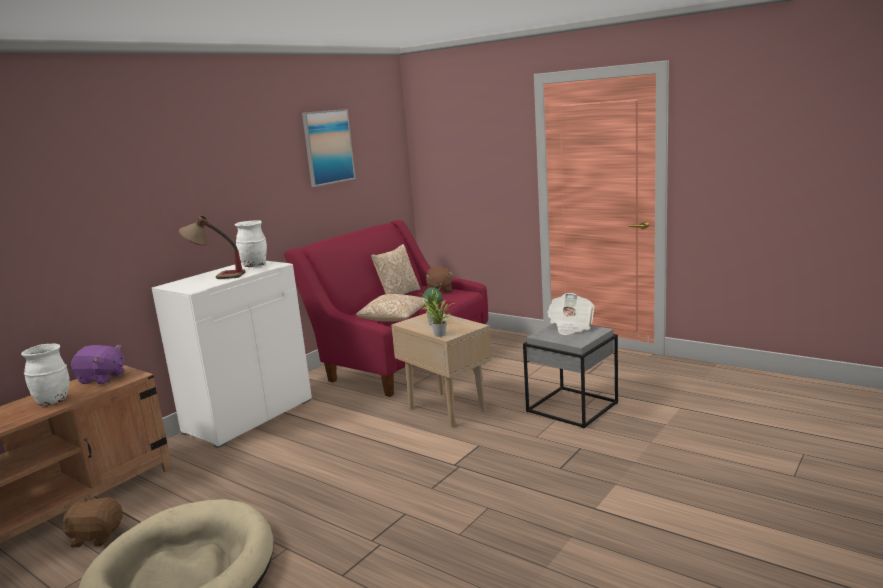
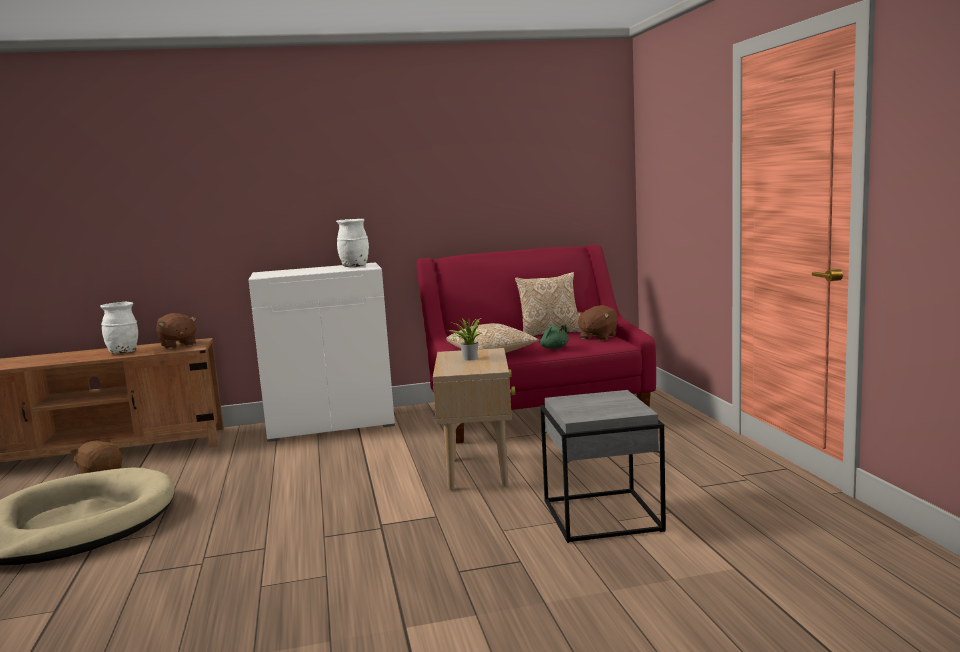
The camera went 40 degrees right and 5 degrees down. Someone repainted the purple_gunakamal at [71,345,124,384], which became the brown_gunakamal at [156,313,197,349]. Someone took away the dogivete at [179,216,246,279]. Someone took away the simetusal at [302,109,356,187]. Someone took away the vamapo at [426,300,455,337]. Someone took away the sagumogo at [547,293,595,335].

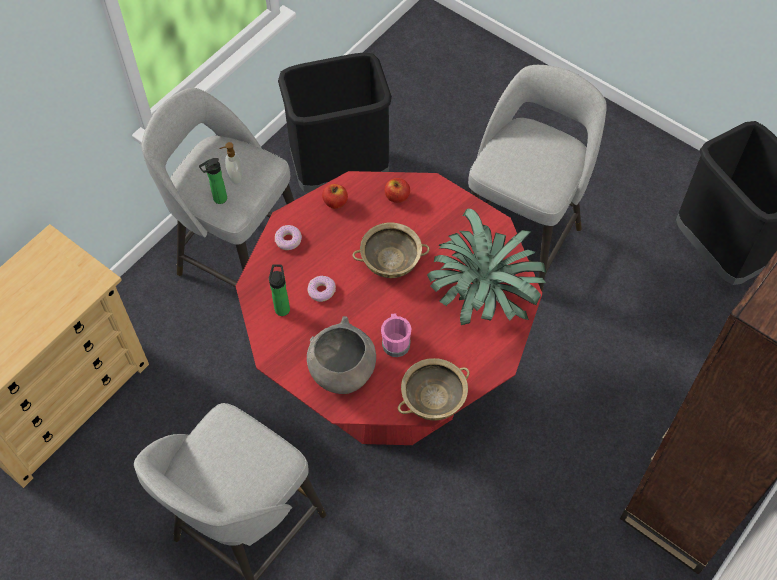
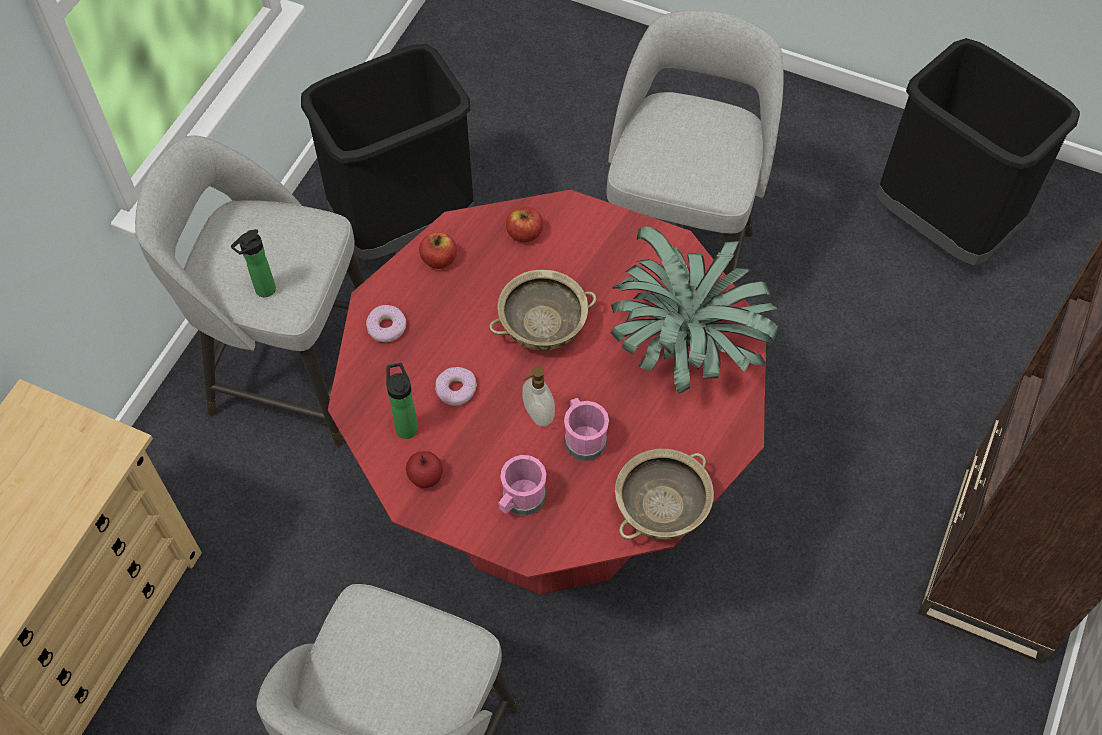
The camera went 15 degrees left and 0 degrees up. Someone put down the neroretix at [406,451,443,488]. Someone swapped the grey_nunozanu at [307,316,376,394] for the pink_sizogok at [499,455,546,516]. Someone carried the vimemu from [220,142,243,185] to [522,366,555,426].

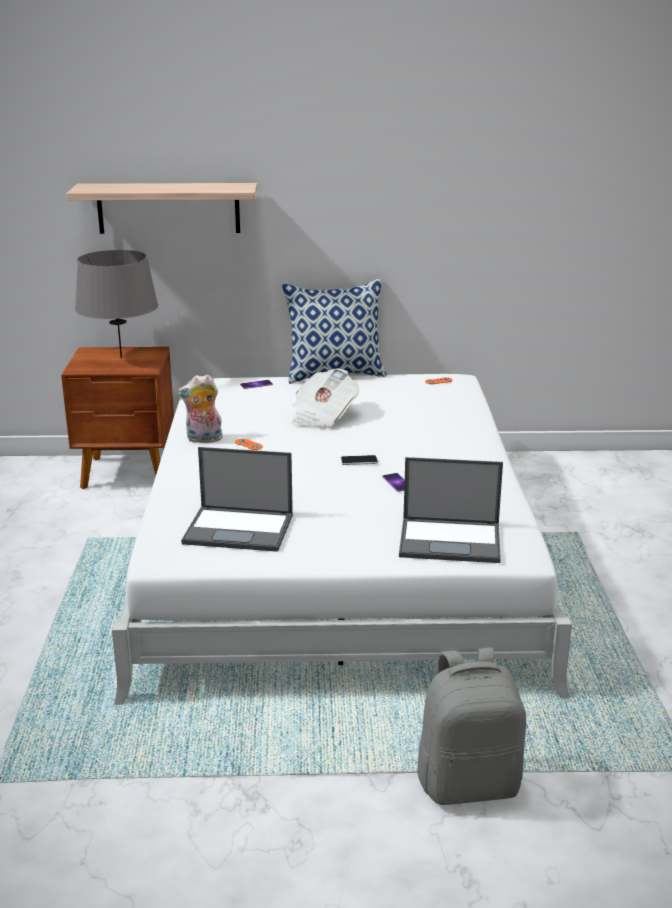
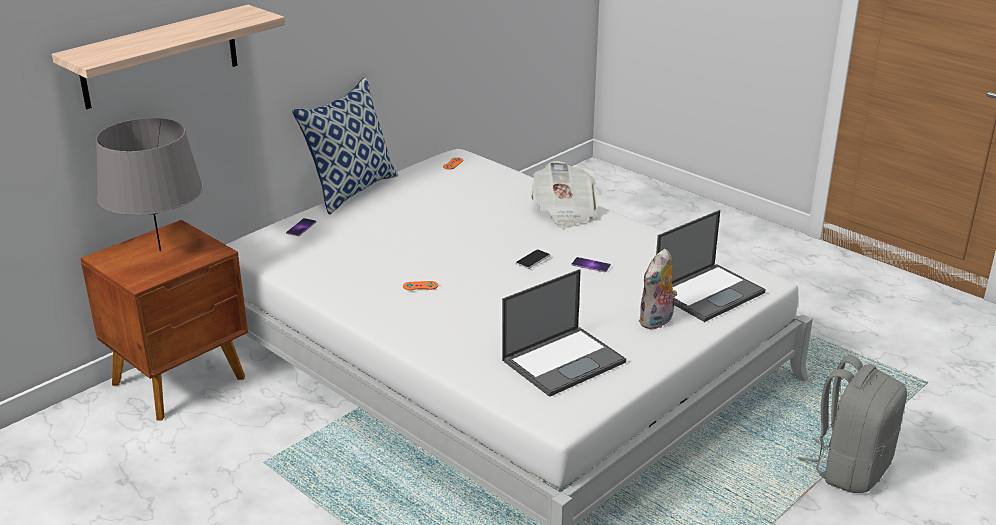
The camera went 45 degrees left and 5 degrees up. Someone carried the sagumogo from [292,368,359,427] to [531,161,597,229]. Someone carried the gunakamal from [178,374,223,443] to [638,249,677,330].

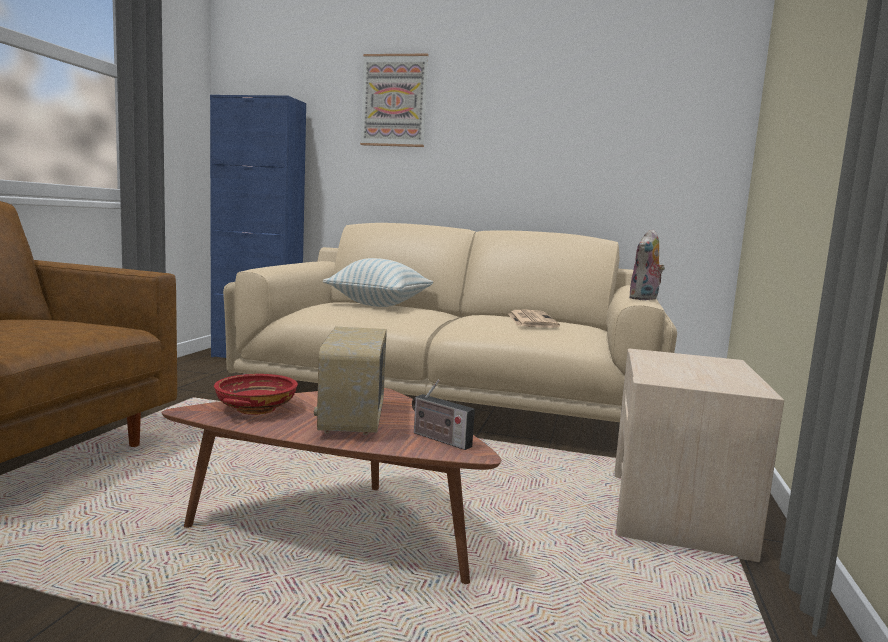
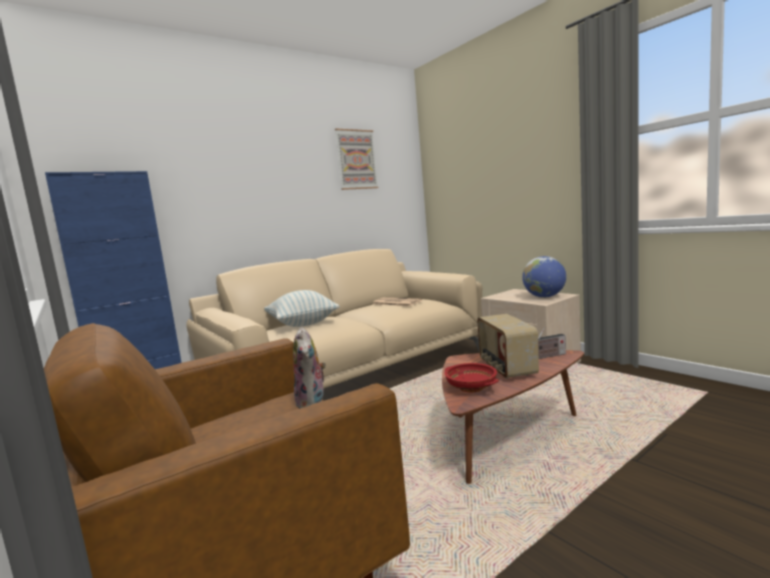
The camera went 50 degrees left and 0 degrees up. Someone carried the gunakamal from [630,230,665,300] to [293,327,326,409]. Someone carried the simetusal from [360,54,429,147] to [335,129,379,190]. Someone rotated the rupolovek at [314,327,386,435] by 45 degrees clockwise. Someone put down the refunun at [522,256,566,298].

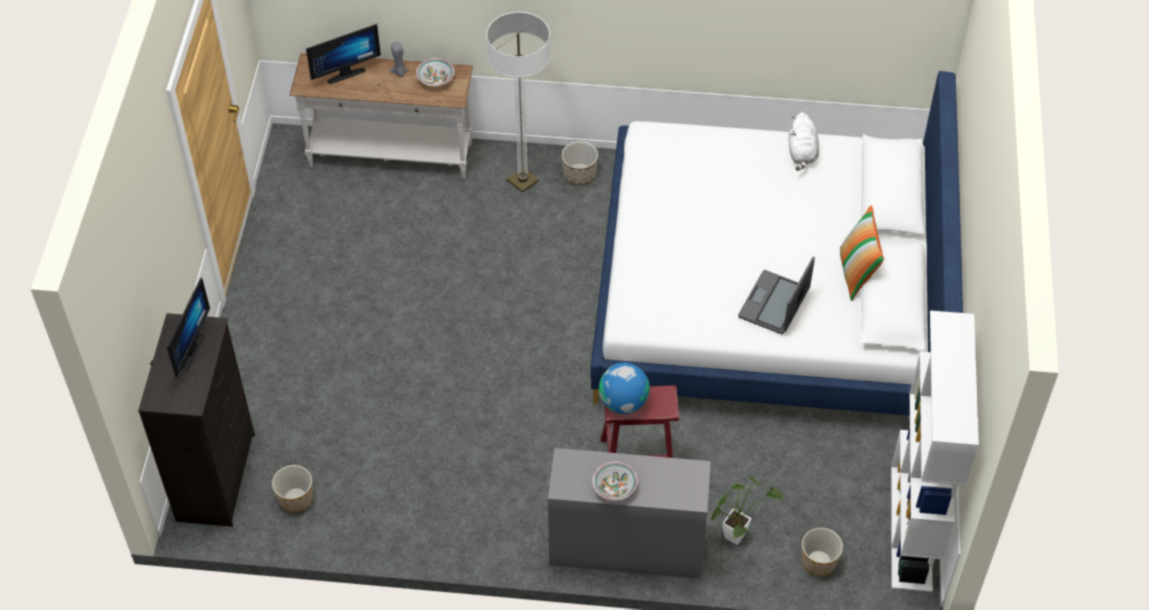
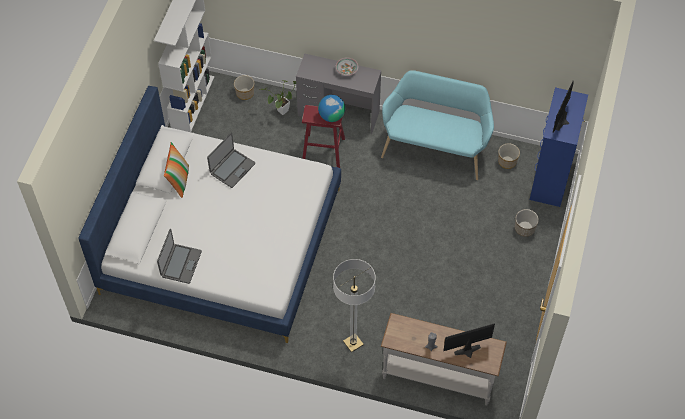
The camera went 170 degrees left and 5 degrees up. Someone swapped the white_gunakamal at [789,112,819,171] for the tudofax at [157,229,202,284]. Someone put down the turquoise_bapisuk at [381,70,494,180]. Someone carried the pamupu from [562,141,598,185] to [515,209,539,237]. Someone repainted the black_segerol at [138,313,255,527], which became the blue_segerol at [530,87,588,207]. Someone took away the nunozanu at [416,58,455,86].

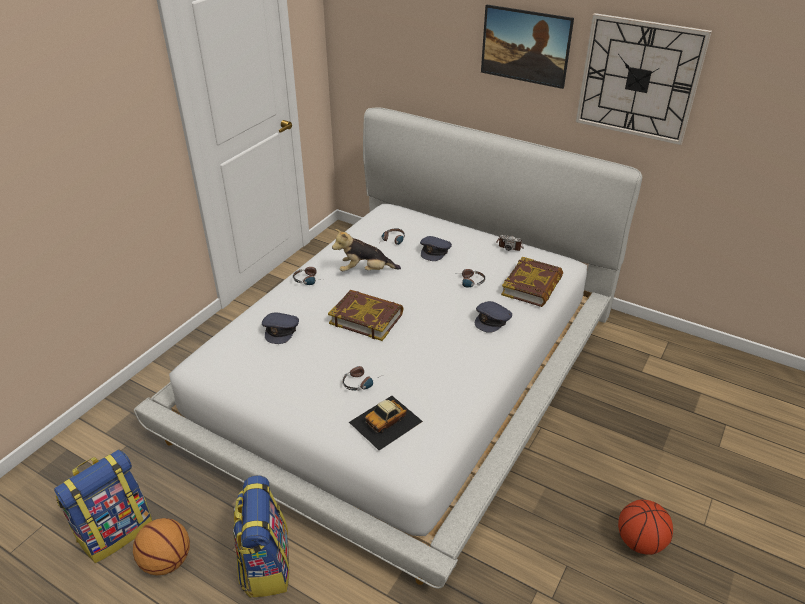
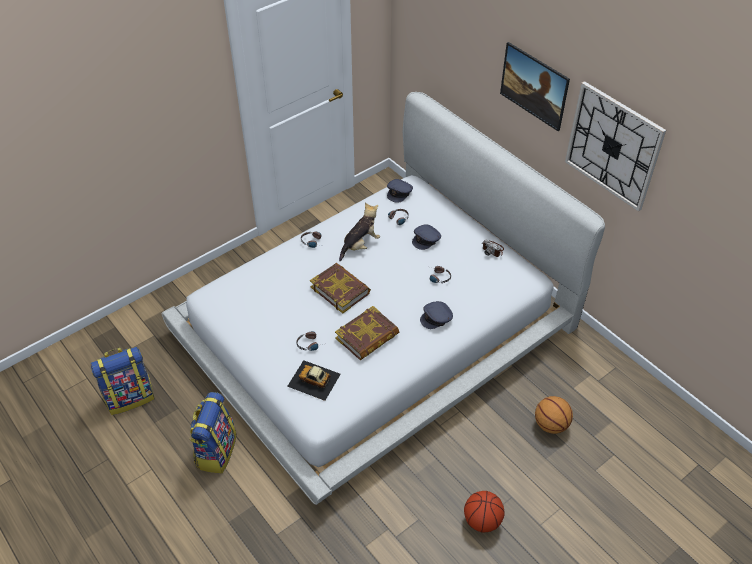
The camera went 20 degrees right and 10 degrees up. Someone rotated the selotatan at [349,396,423,450] by 45 degrees clockwise. Someone carried the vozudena from [501,257,563,307] to [335,306,399,360]. Someone rotated the gunakamal at [332,229,401,271] by 120 degrees clockwise. Someone carried the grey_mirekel from [262,313,299,344] to [387,179,413,203]. Someone carried the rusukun from [133,518,190,575] to [535,396,573,434].

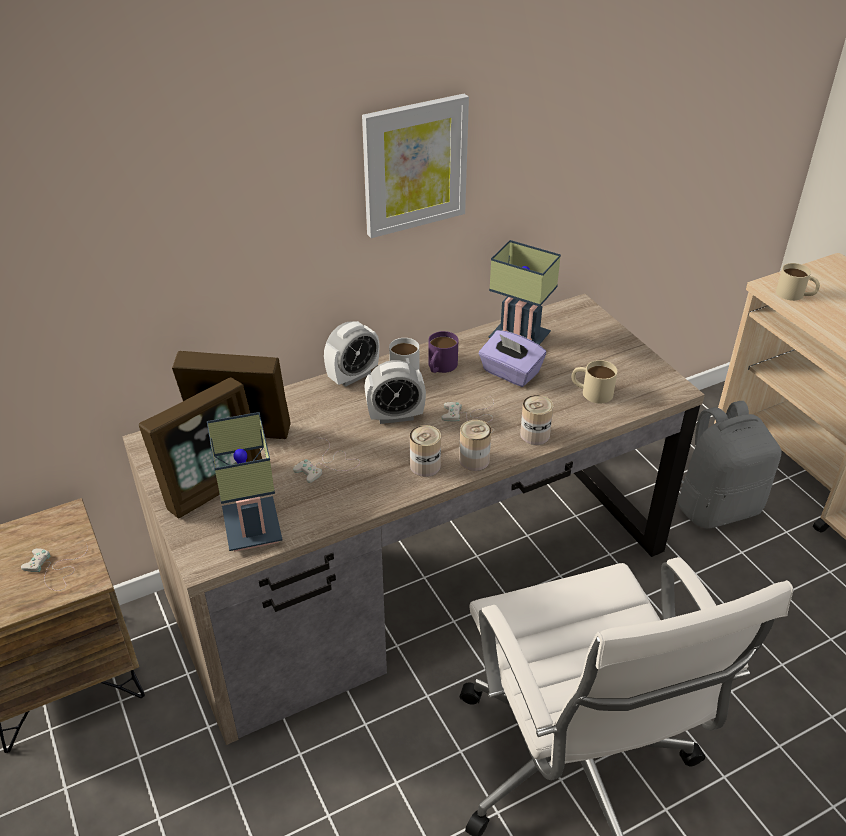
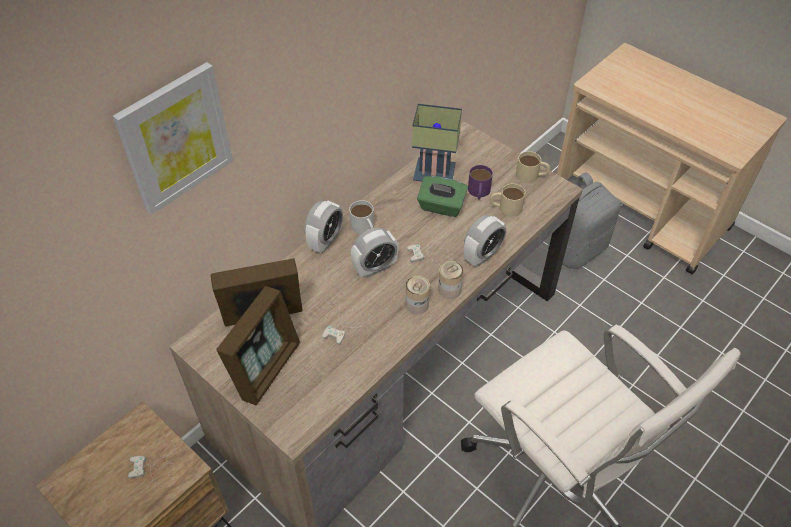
The camera went 20 degrees left and 10 degrees up. Someone carried the simetusal from [362,94,469,238] to [113,62,233,215]. Someone repainted the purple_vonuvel at [479,330,546,387], which became the green_vonuvel at [417,176,468,217]. Someone swapped the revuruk at [520,395,553,445] for the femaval at [464,215,506,266]. Someone carried the purple_sizogok from [428,331,458,373] to [468,165,493,200]. Someone carried the beige_sizogok from [776,263,820,301] to [516,151,550,183]. Someone took away the dogivete at [207,412,283,552].

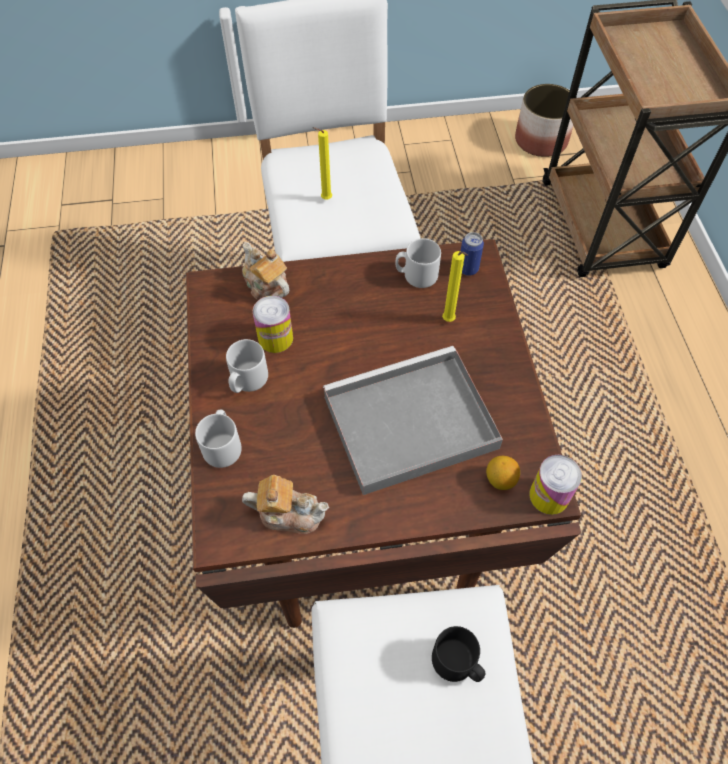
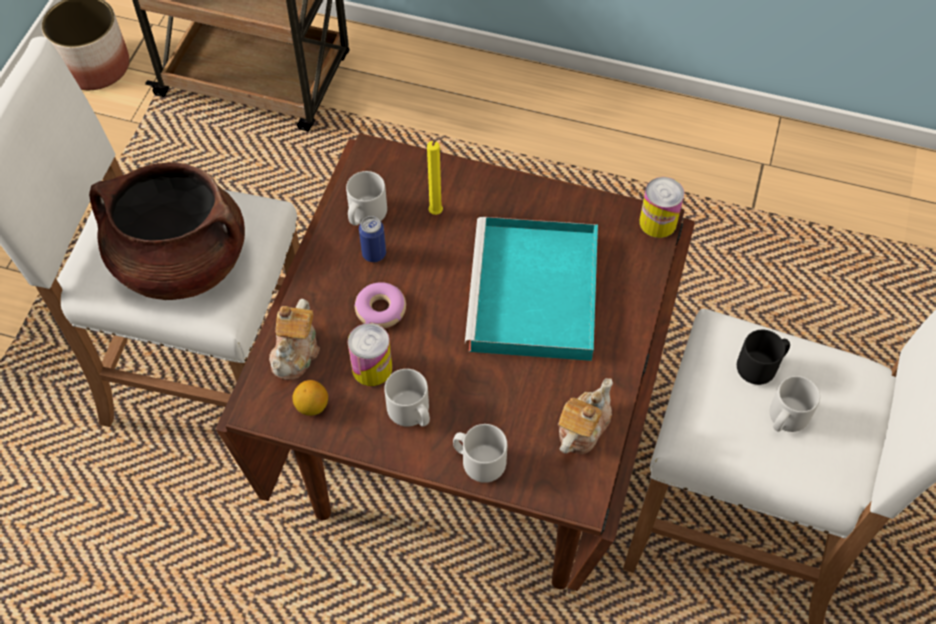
The camera went 65 degrees left and 0 degrees up. Someone swapped the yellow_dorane at [313,127,332,199] for the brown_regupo at [89,162,245,300]. Someone rotated the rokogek at [242,242,289,300] by 60 degrees counterclockwise. Someone carried the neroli from [486,456,520,490] to [292,380,328,416]. Someone put down the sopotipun at [354,282,406,328]. Someone carried the revuruk from [460,232,484,276] to [359,216,386,262]. Someone repainted the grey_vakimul at [323,346,503,495], which became the turquoise_vakimul at [465,217,598,361]. Someone put down the grey_sizogok at [769,376,820,432].

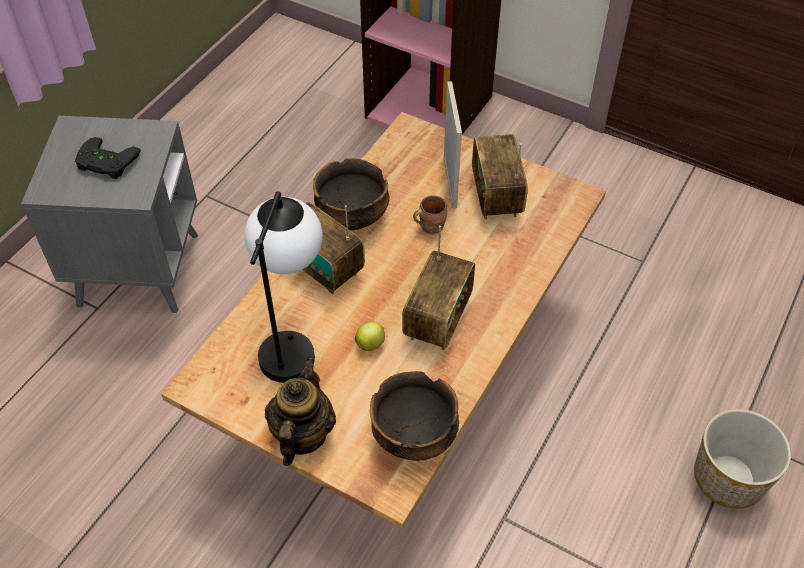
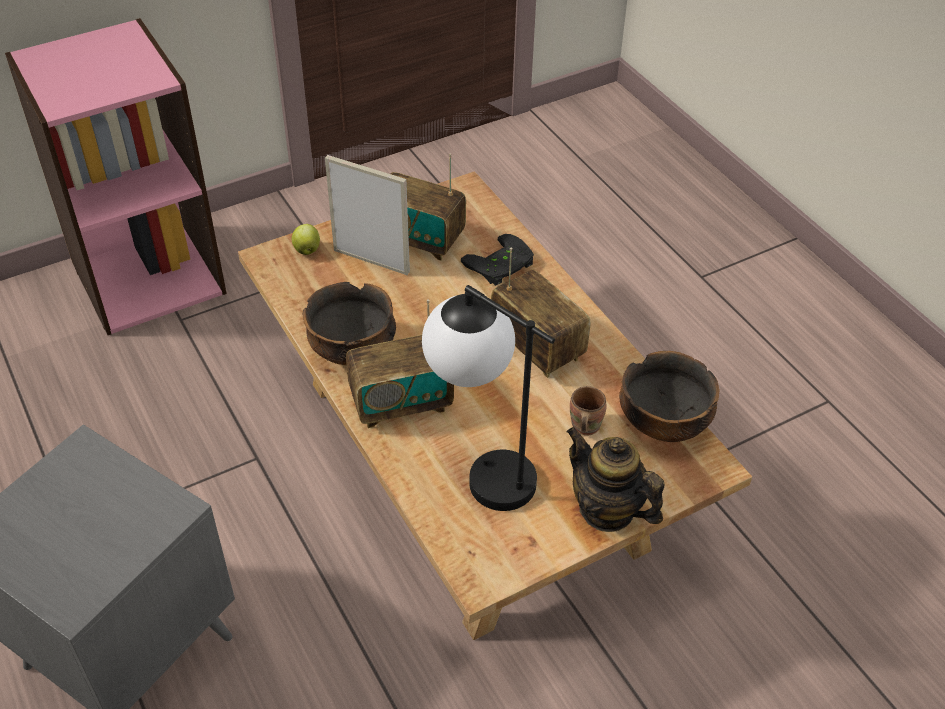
The camera went 60 degrees left and 5 degrees down. Someone carried the neroretix from [355,322,385,351] to [292,224,320,255]. Someone carried the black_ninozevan from [75,137,141,179] to [461,234,534,286]. Someone carried the brown_sizogok from [413,195,447,235] to [570,386,606,435]. Someone took away the pamupu at [694,409,791,509].

